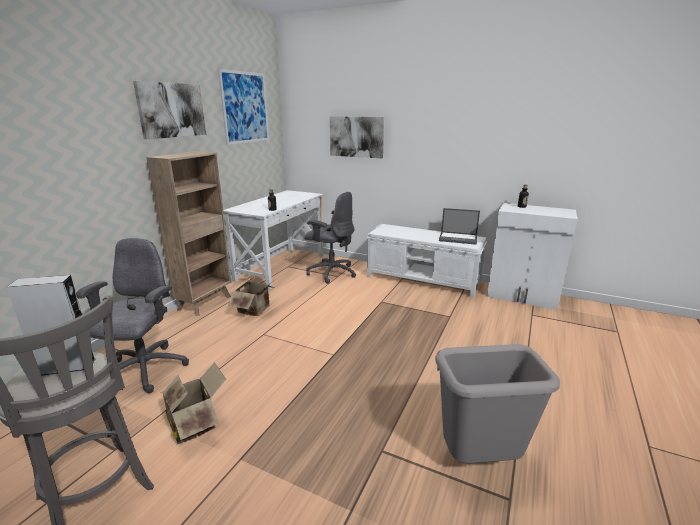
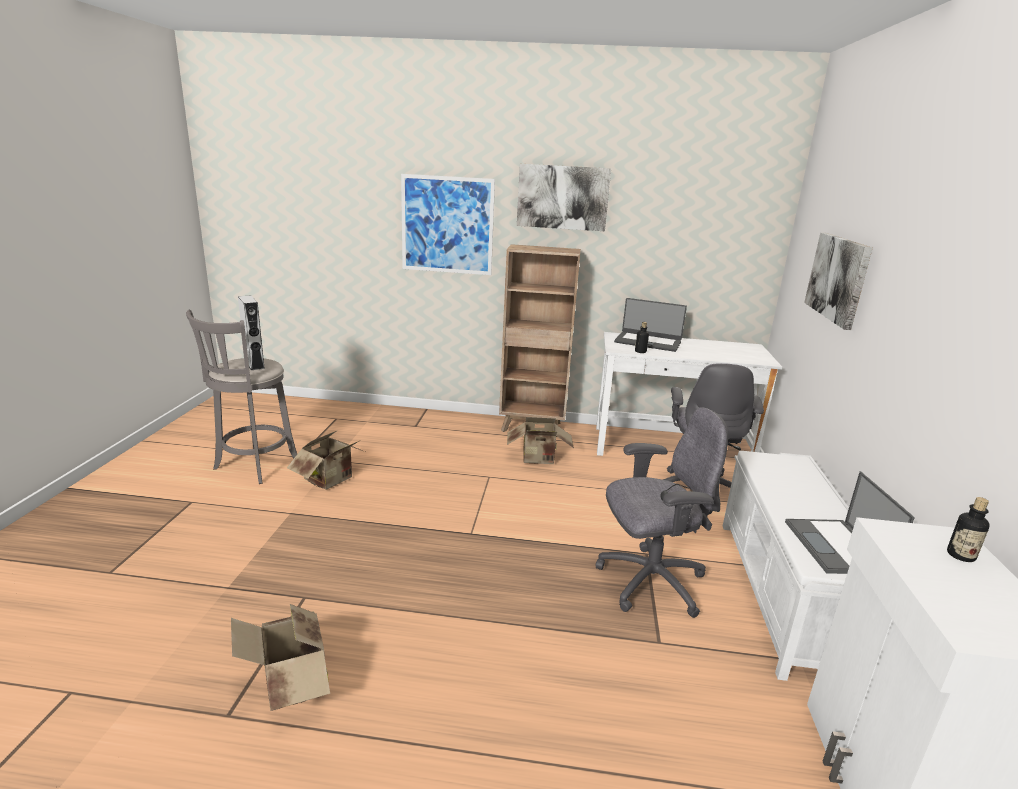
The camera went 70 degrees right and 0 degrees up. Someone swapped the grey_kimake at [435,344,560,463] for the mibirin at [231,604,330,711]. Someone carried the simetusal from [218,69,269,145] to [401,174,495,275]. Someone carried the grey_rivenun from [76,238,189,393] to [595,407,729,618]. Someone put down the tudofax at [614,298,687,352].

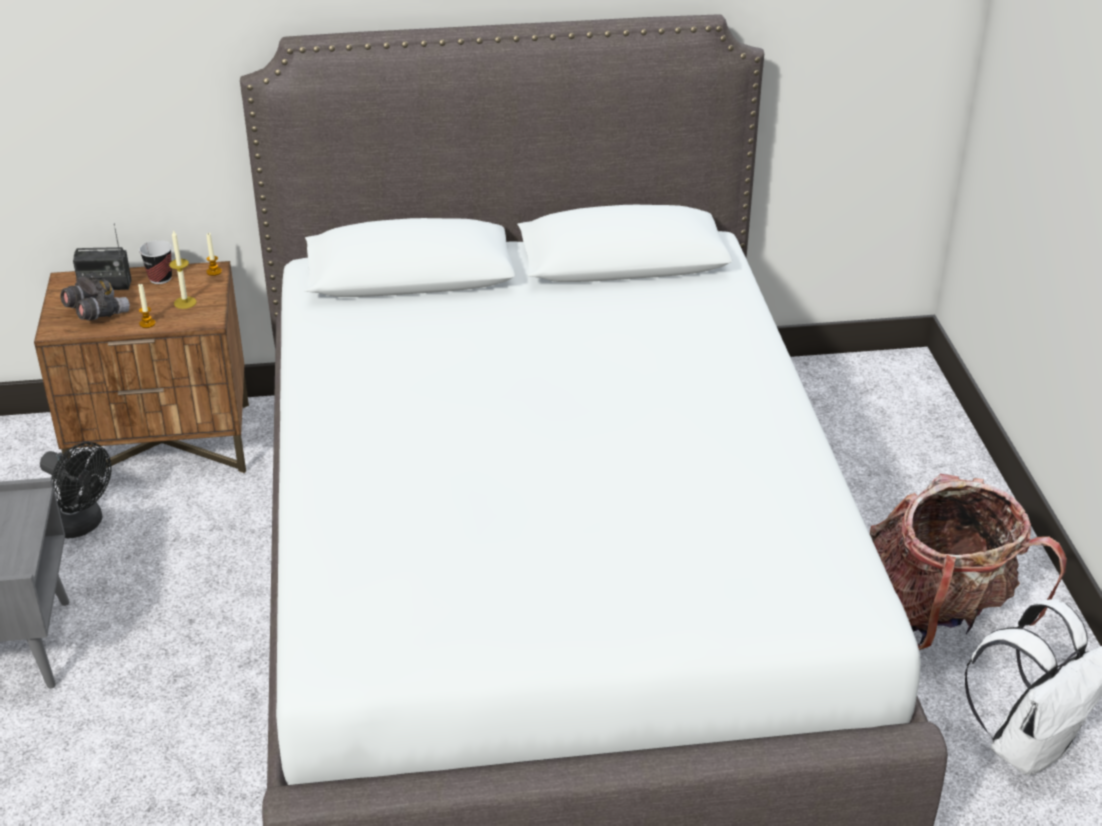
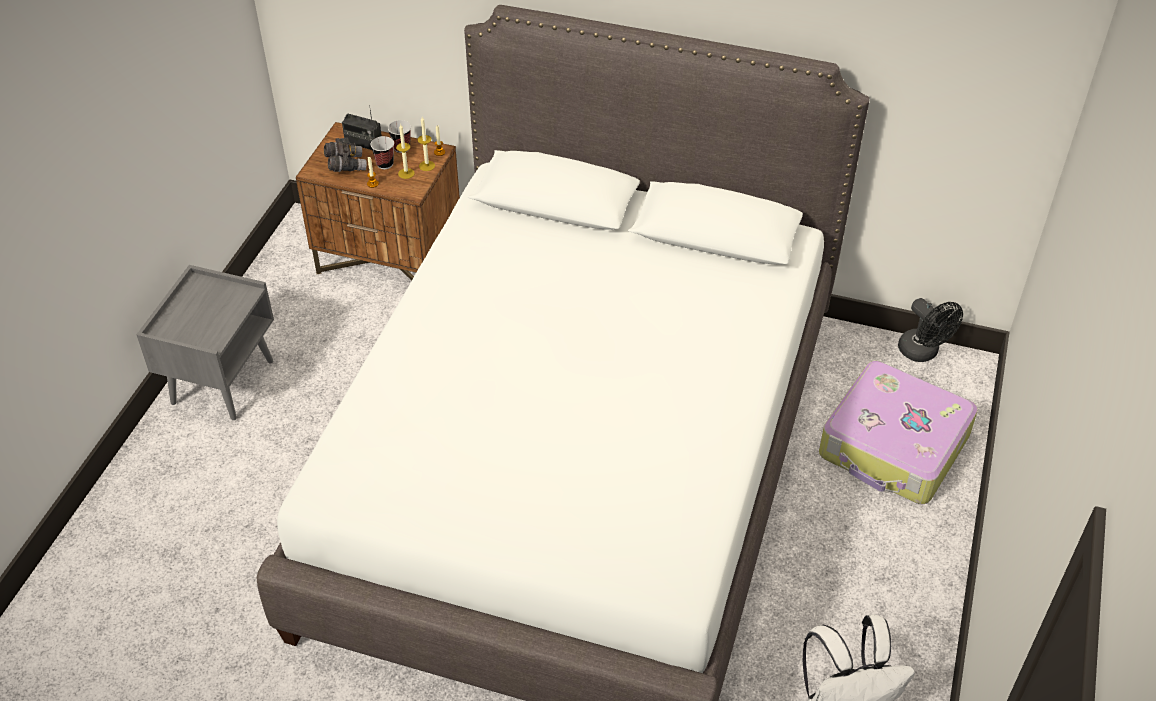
The camera went 25 degrees right and 10 degrees up. Someone put down the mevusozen at [370,136,394,169]. Someone put down the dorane at [417,117,435,171]. Someone put down the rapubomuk at [819,361,978,504]. Someone carried the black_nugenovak from [40,442,112,538] to [898,298,963,362]. Someone took away the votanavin at [870,474,1067,650].

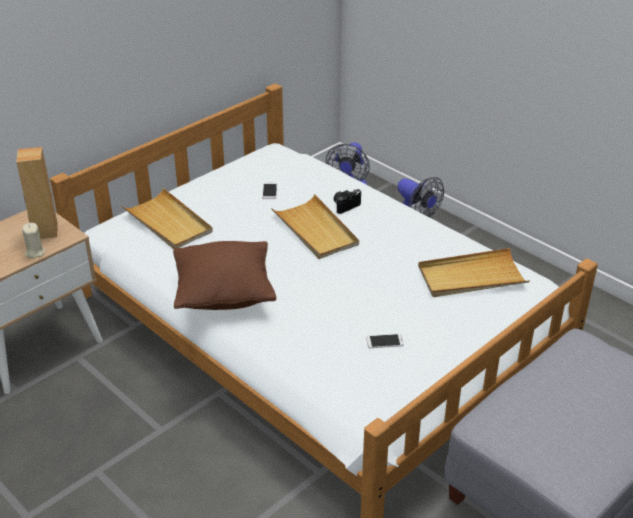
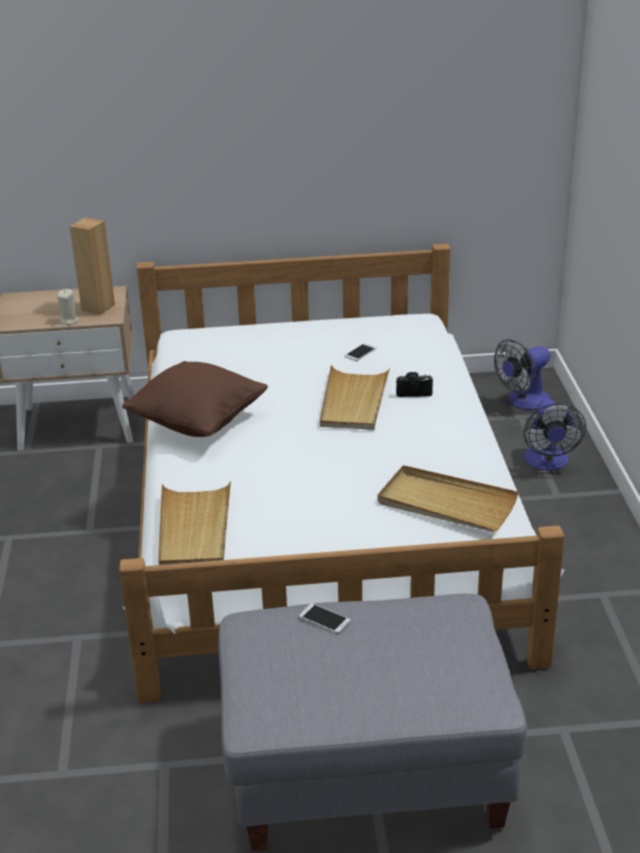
The camera went 40 degrees right and 5 degrees down. Someone carried the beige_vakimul from [121,188,213,249] to [158,481,231,565]. Someone carried the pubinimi from [366,334,404,348] to [299,603,350,633].

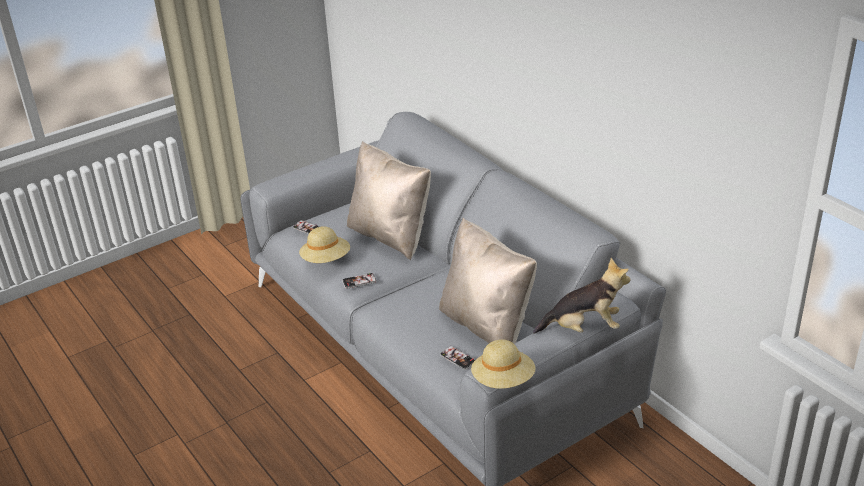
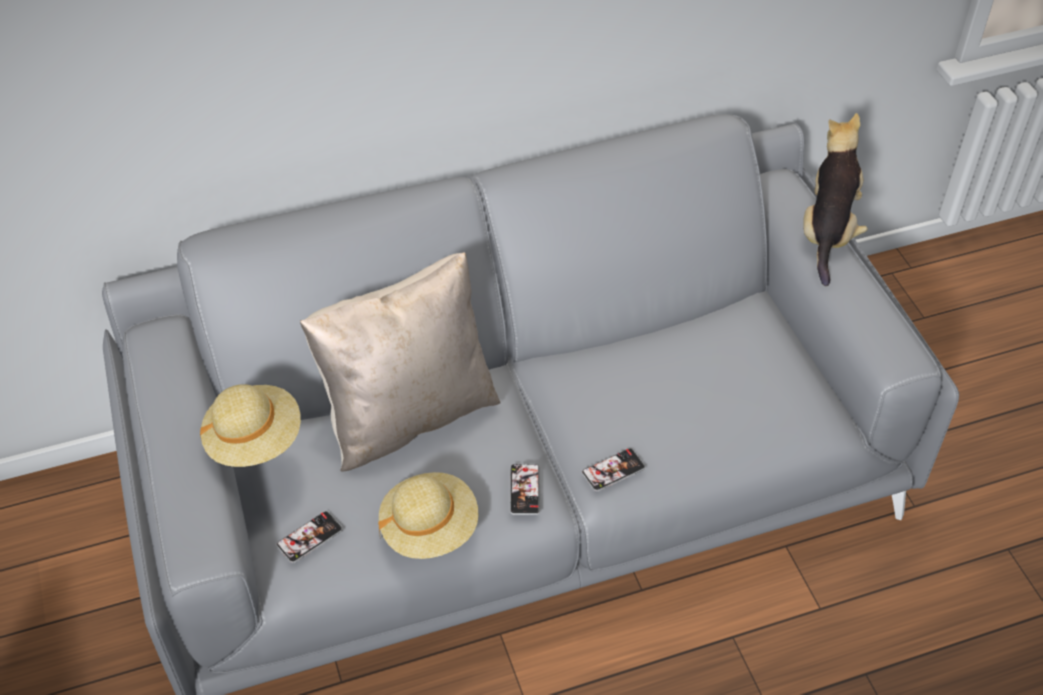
The camera went 75 degrees left and 15 degrees up. Someone carried the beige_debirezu from [471,339,536,389] to [200,384,301,467]. Someone carried the pubinimi from [440,346,475,370] to [582,448,645,491]. Someone took away the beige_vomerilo at [439,218,537,344].

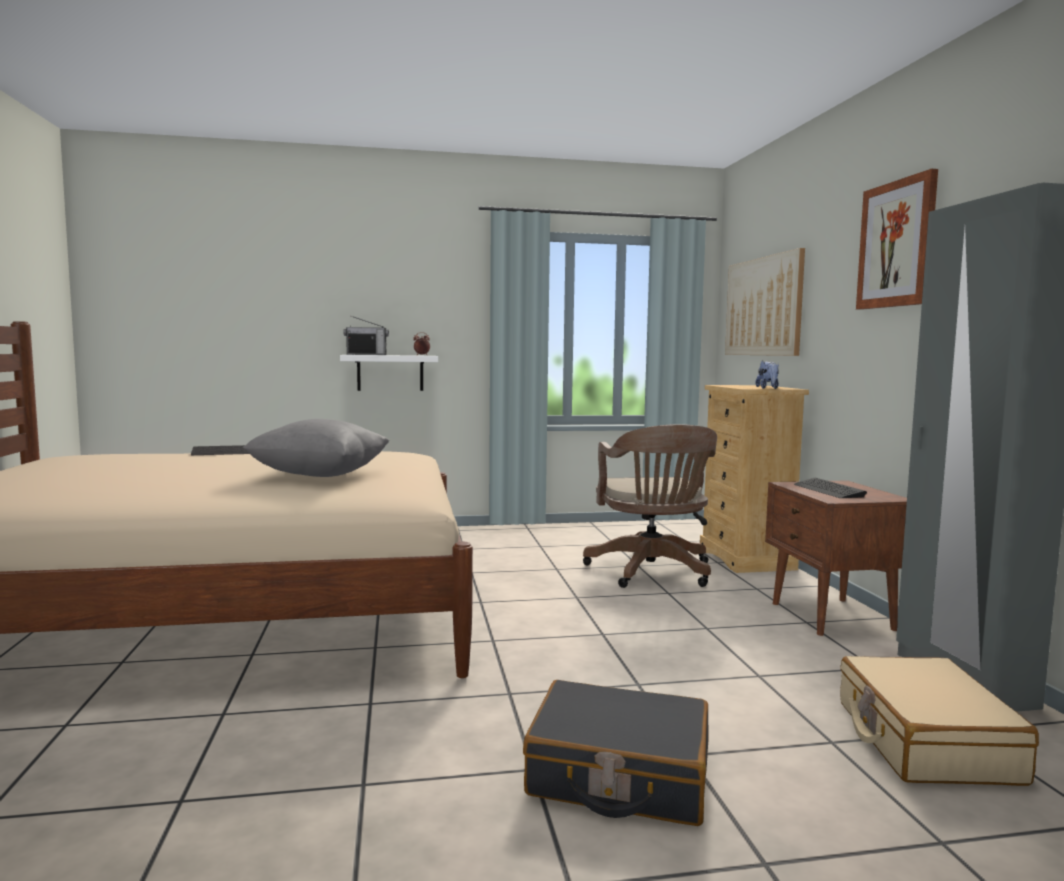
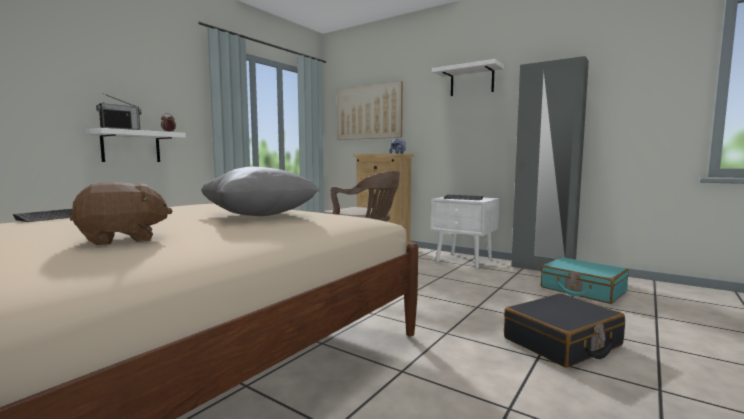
The camera went 45 degrees left and 0 degrees up. Someone put down the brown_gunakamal at [70,182,172,245]. Someone repainted the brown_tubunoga at [765,480,907,636], which became the white_tubunoga at [431,197,500,268]. Someone swapped the simetusal at [856,169,938,310] for the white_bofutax at [432,59,504,96]. Someone repainted the beige_rapubomuk at [840,656,1039,786], which became the turquoise_rapubomuk at [541,257,629,304].

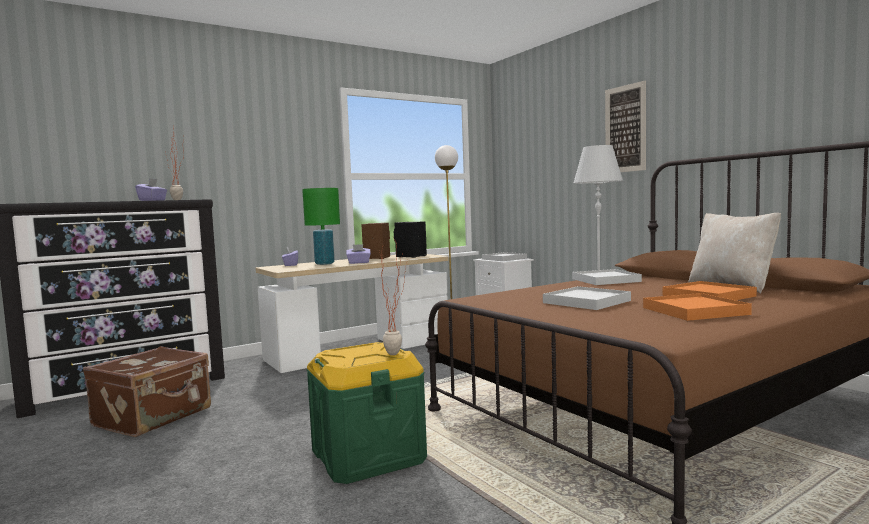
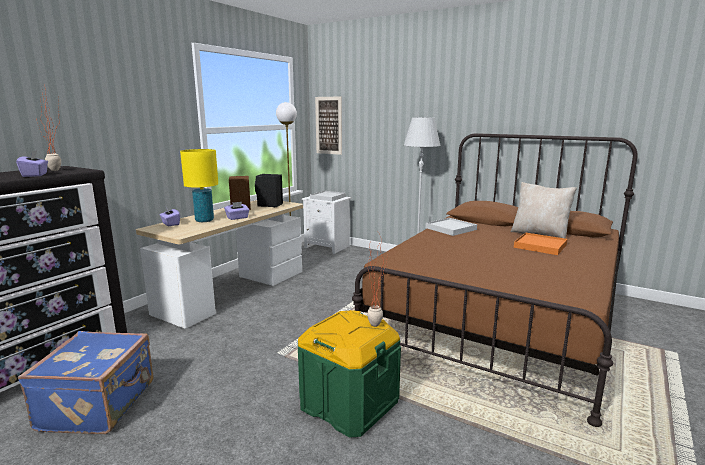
The camera went 25 degrees left and 10 degrees up. Someone repainted the brown_rapubomuk at [83,346,211,437], which became the blue_rapubomuk at [18,331,154,434]. Someone repainted the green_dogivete at [302,188,340,265], which became the yellow_dogivete at [180,149,218,222]. Someone carried the simetusal from [605,81,646,172] to [315,96,342,155]. Someone took away the white_vakimul at [543,286,631,310]. Someone took away the orange_vakimul at [643,293,752,321].

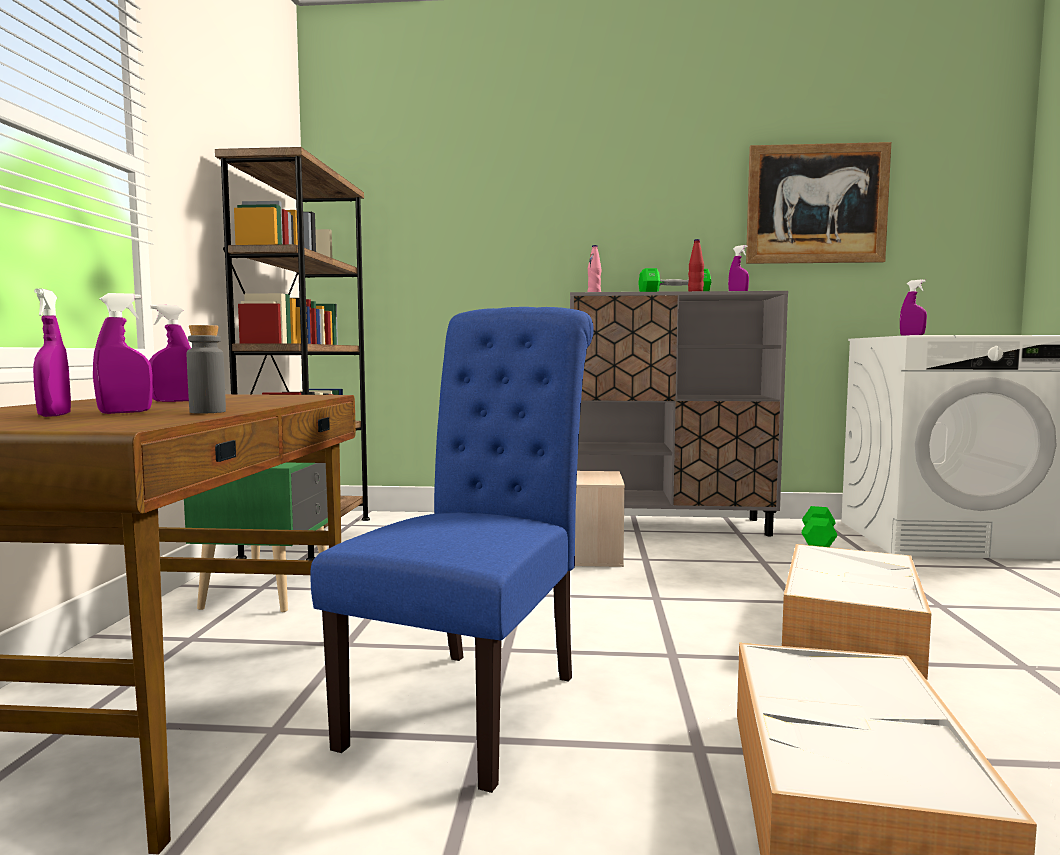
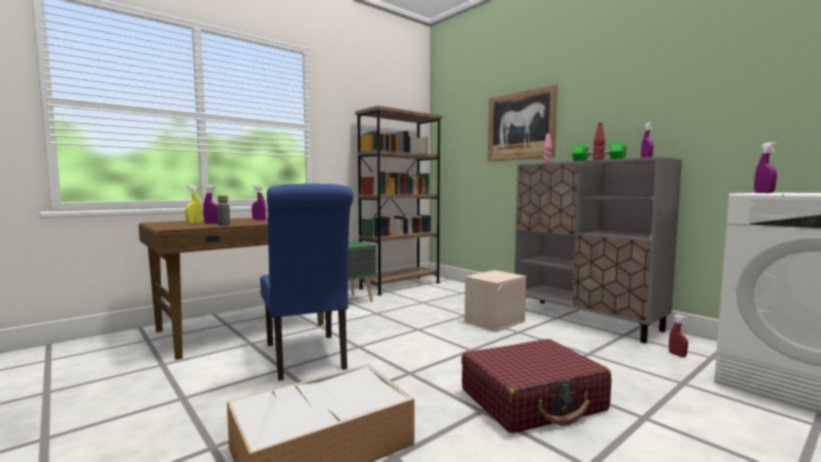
The camera went 45 degrees right and 0 degrees up. Someone repainted the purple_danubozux at [33,288,71,417], which became the yellow_danubozux at [185,185,203,224]. Someone rotated the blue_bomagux at [310,307,594,793] by 90 degrees clockwise. Someone swapped the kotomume at [782,544,931,680] for the red_rapubomuk at [461,339,611,433]. Someone carried the simetusal from [746,142,891,264] to [488,84,558,162]. Someone swapped the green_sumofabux at [802,506,837,547] for the red_danubozux at [669,314,688,357].

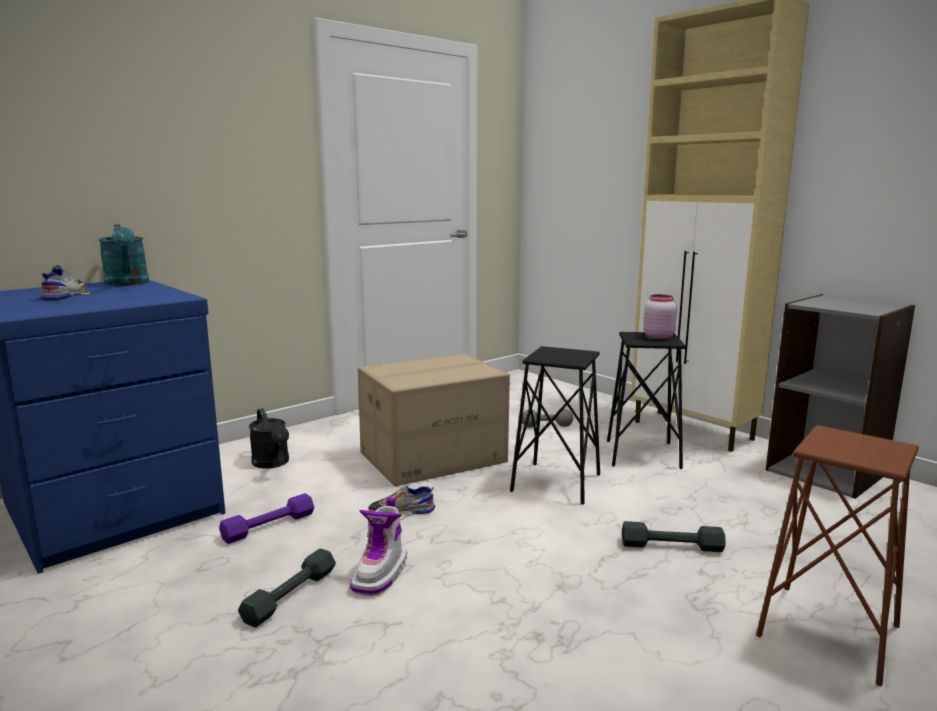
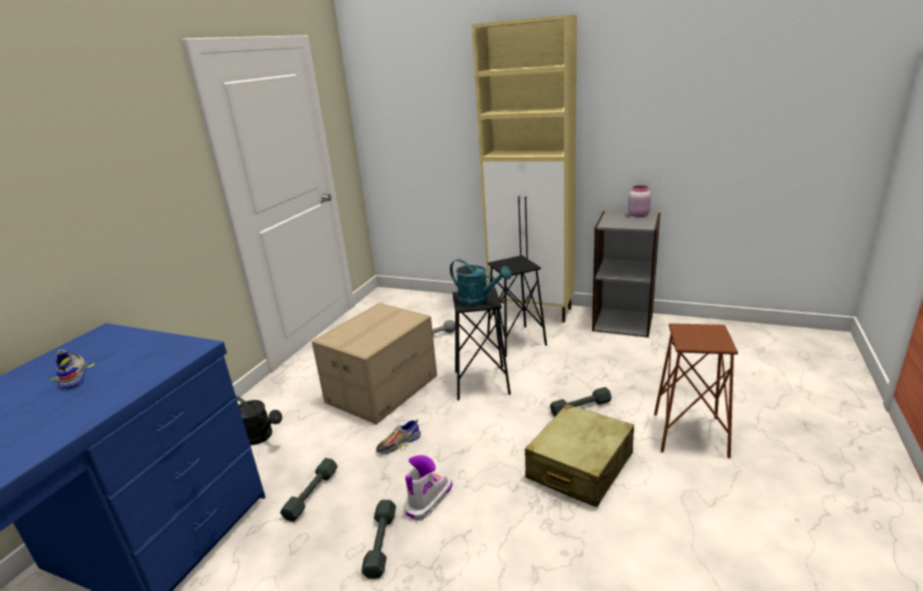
The camera went 25 degrees left and 10 degrees up. Someone repainted the purple_sumofabux at [219,493,314,544], which became the grey_sumofabux at [280,458,338,522]. Someone rotated the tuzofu at [350,497,407,596] by 135 degrees counterclockwise. Someone carried the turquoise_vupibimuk from [98,224,149,286] to [450,259,512,306]. Someone put down the beige_rapubomuk at [525,404,634,507]. Someone carried the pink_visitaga from [643,294,677,339] to [628,185,651,217].

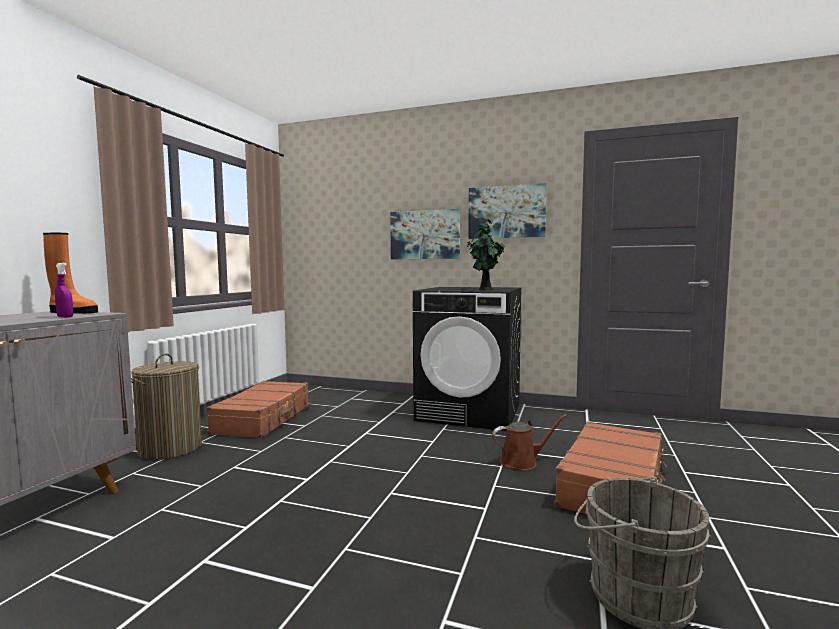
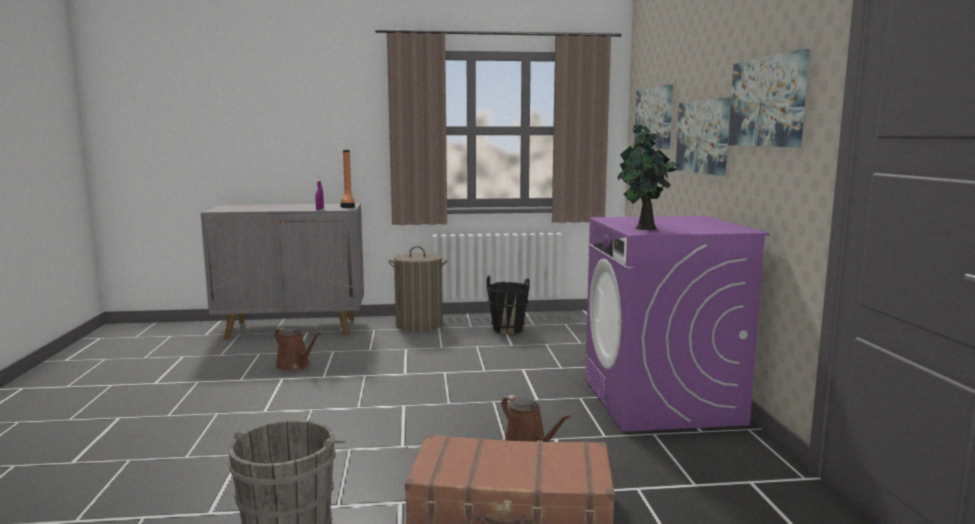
The camera went 65 degrees right and 5 degrees up. Someone put down the brown_vupibimuk at [274,328,321,371]. Someone swapped the brown_rapubomuk at [207,381,309,438] for the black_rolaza at [487,275,530,334]. Someone repainted the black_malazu at [413,287,522,431], which became the purple_malazu at [585,216,769,432]. Someone put up the simetusal at [634,85,673,149].

